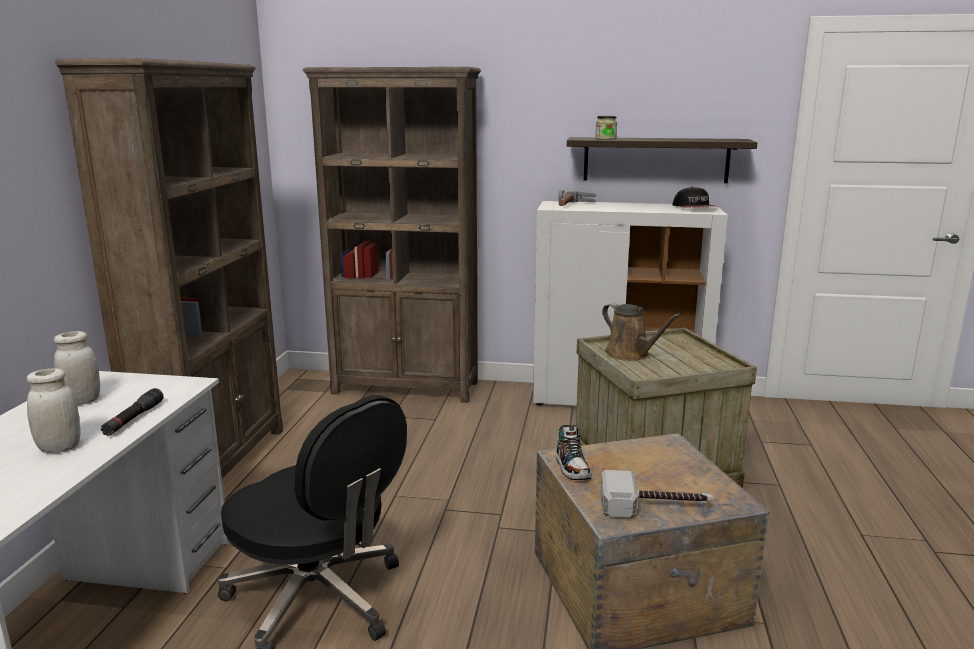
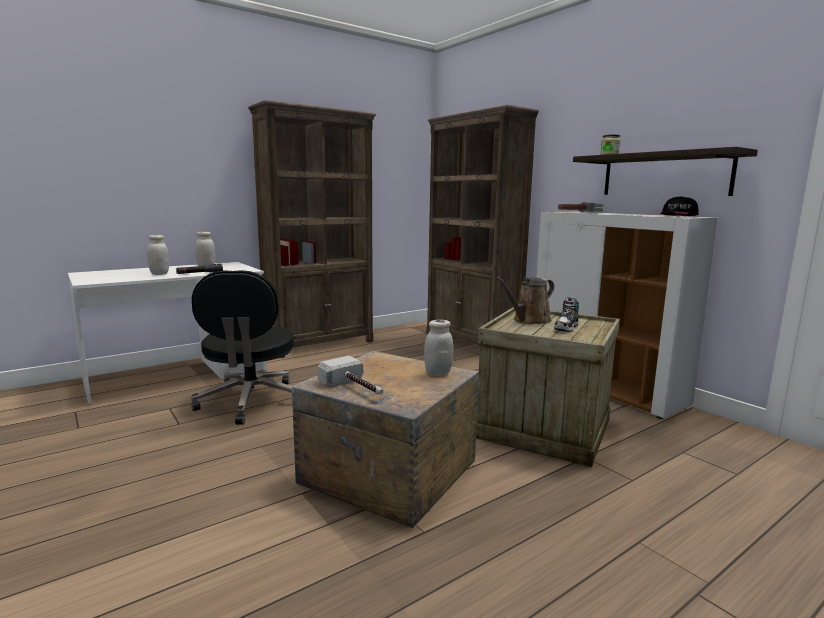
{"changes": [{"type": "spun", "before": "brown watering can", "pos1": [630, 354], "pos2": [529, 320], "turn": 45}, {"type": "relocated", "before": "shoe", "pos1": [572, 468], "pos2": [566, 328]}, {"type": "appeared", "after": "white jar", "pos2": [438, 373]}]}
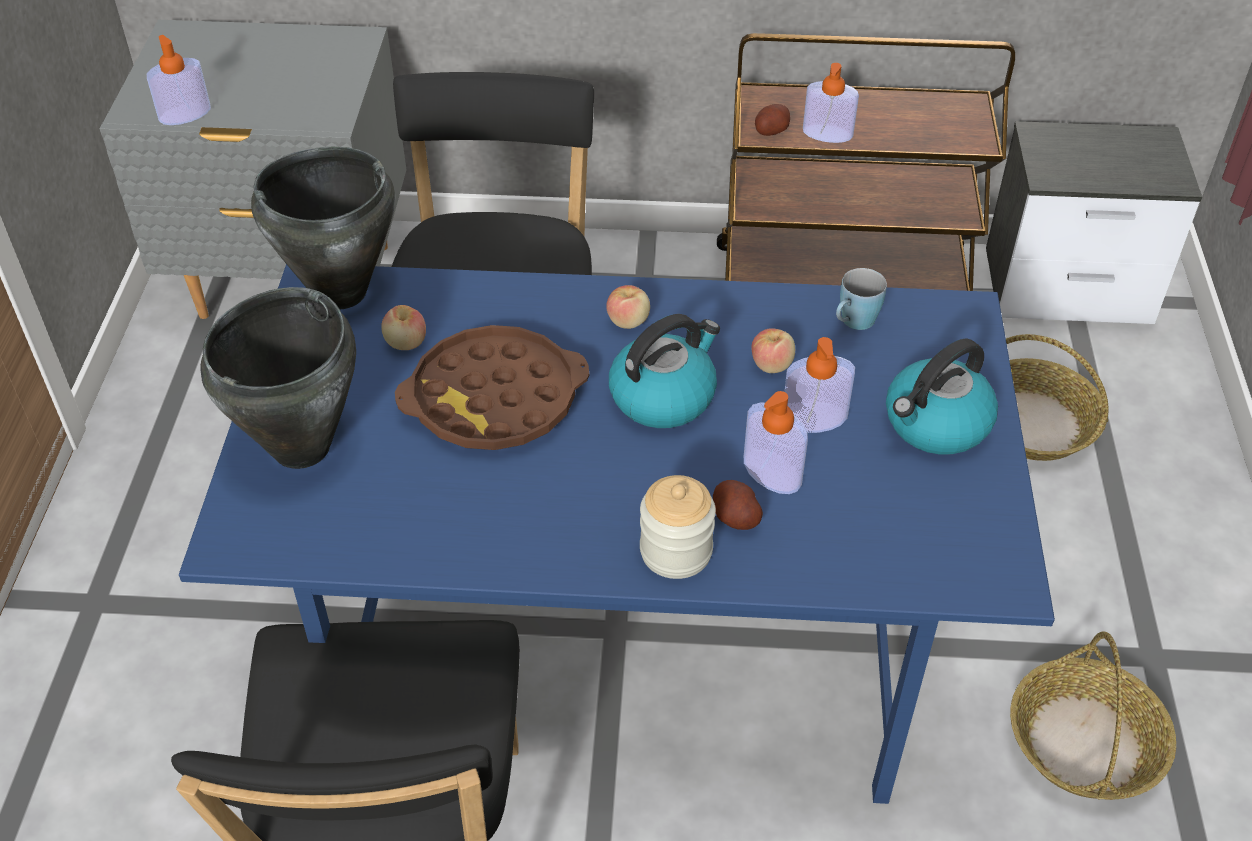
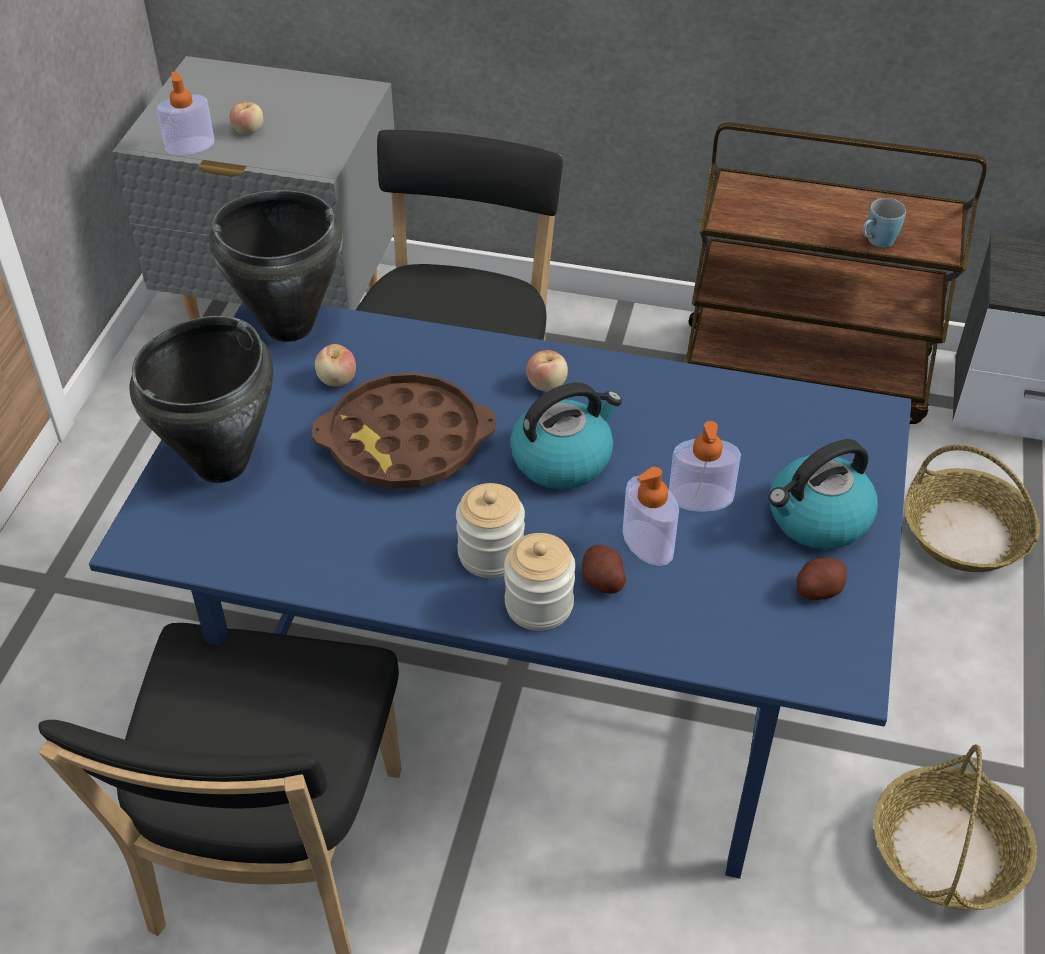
{"changes": [{"type": "missing", "before": "soap dispenser", "pos1": [827, 133]}, {"type": "relocated", "before": "potato", "pos1": [771, 131], "pos2": [818, 590]}, {"type": "relocated", "before": "blue mug", "pos1": [853, 323], "pos2": [876, 242]}, {"type": "relocated", "before": "apple", "pos1": [771, 365], "pos2": [249, 130]}, {"type": "appeared", "after": "jar", "pos2": [491, 554]}]}
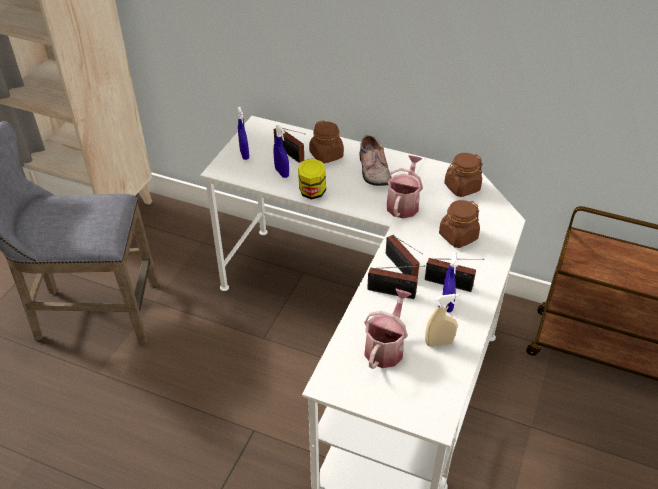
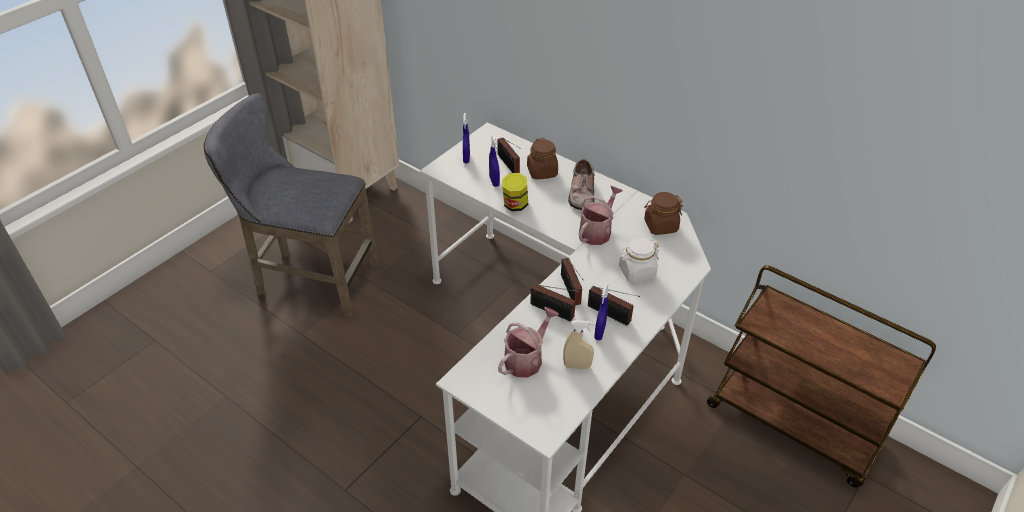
{"changes": [{"type": "colour", "before": "brown jar", "after": "white jar", "pos1": [458, 236], "pos2": [636, 272]}]}
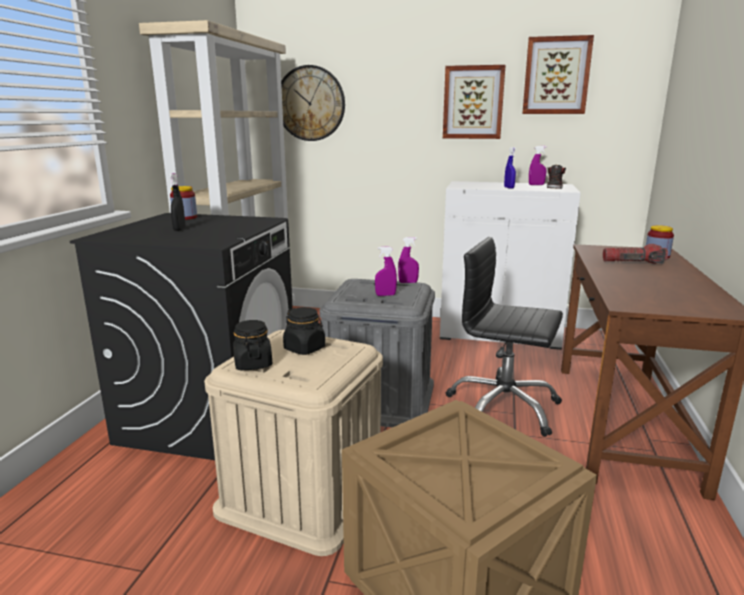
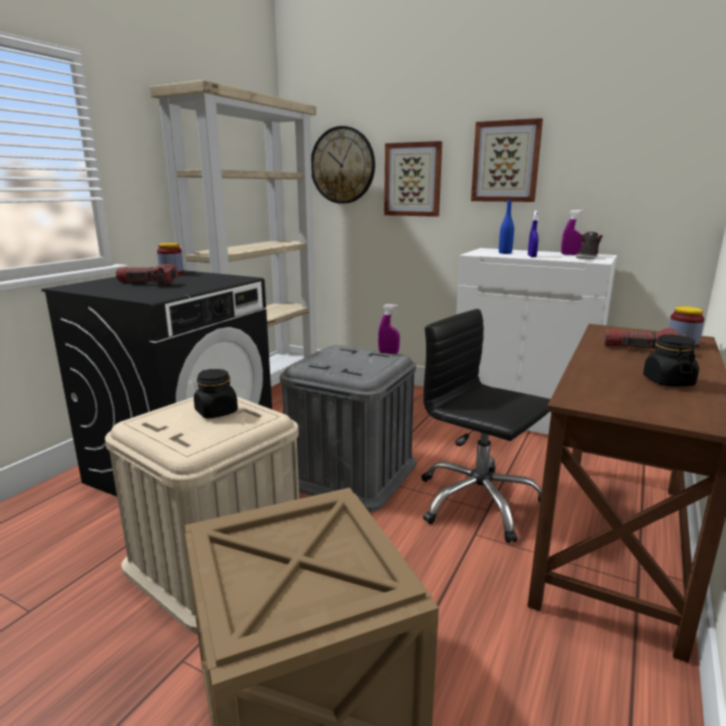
{"changes": [{"type": "relocated", "before": "picture", "pos1": [556, 76], "pos2": [413, 179]}, {"type": "exchanged", "before": "black spray bottle", "after": "flashlight", "pos1": [179, 229], "pos2": [147, 283]}, {"type": "missing", "before": "purple spray bottle", "pos1": [385, 295]}, {"type": "relocated", "before": "black jar", "pos1": [253, 364], "pos2": [668, 381]}, {"type": "appeared", "after": "blue bottle", "pos2": [505, 253]}]}
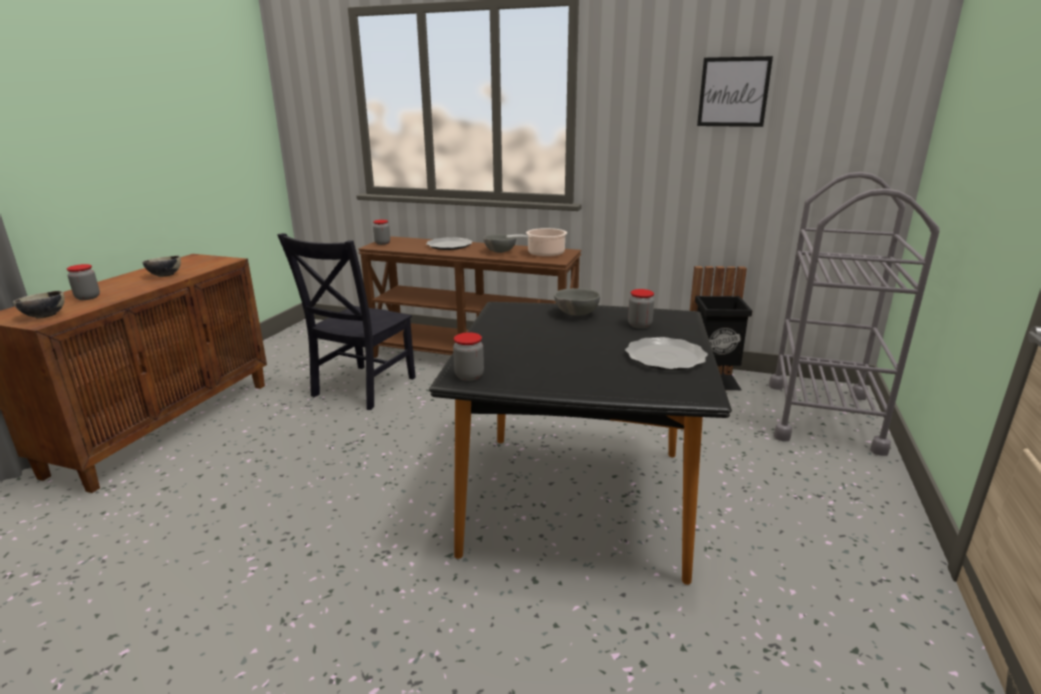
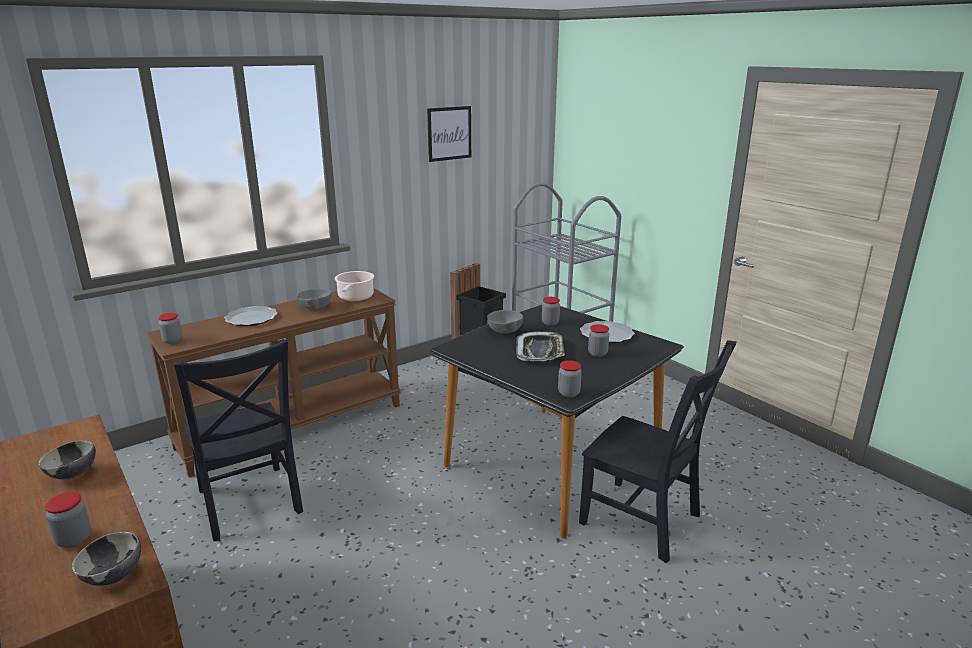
{"changes": [{"type": "appeared", "after": "jar", "pos2": [597, 353]}, {"type": "appeared", "after": "tray", "pos2": [540, 351]}, {"type": "appeared", "after": "black chair", "pos2": [644, 521]}]}
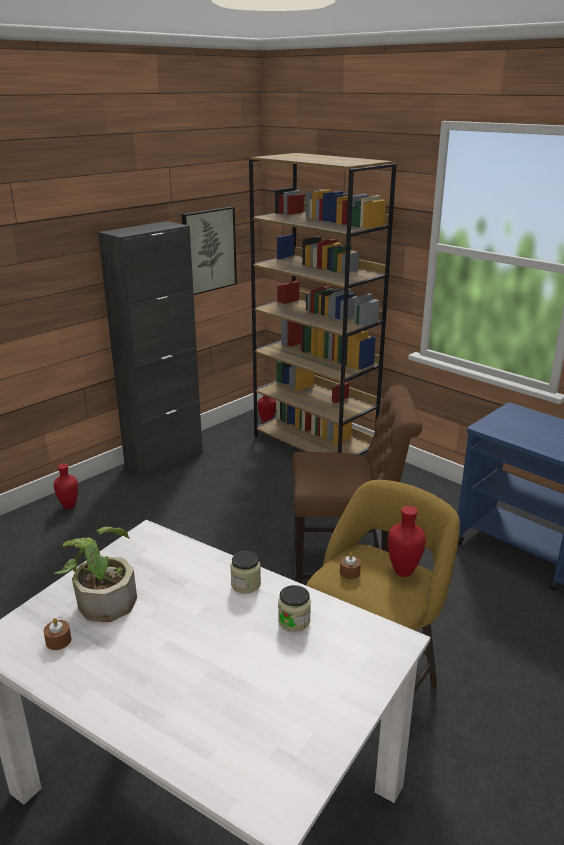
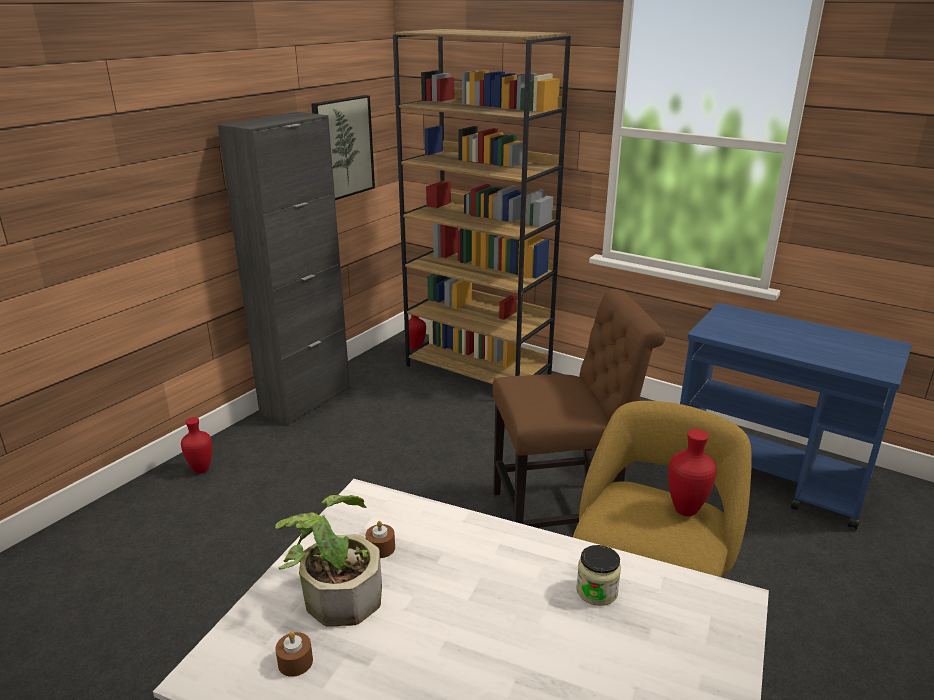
{"changes": [{"type": "missing", "before": "jar", "pos1": [245, 584]}, {"type": "relocated", "before": "brown candle", "pos1": [349, 572], "pos2": [381, 548]}]}
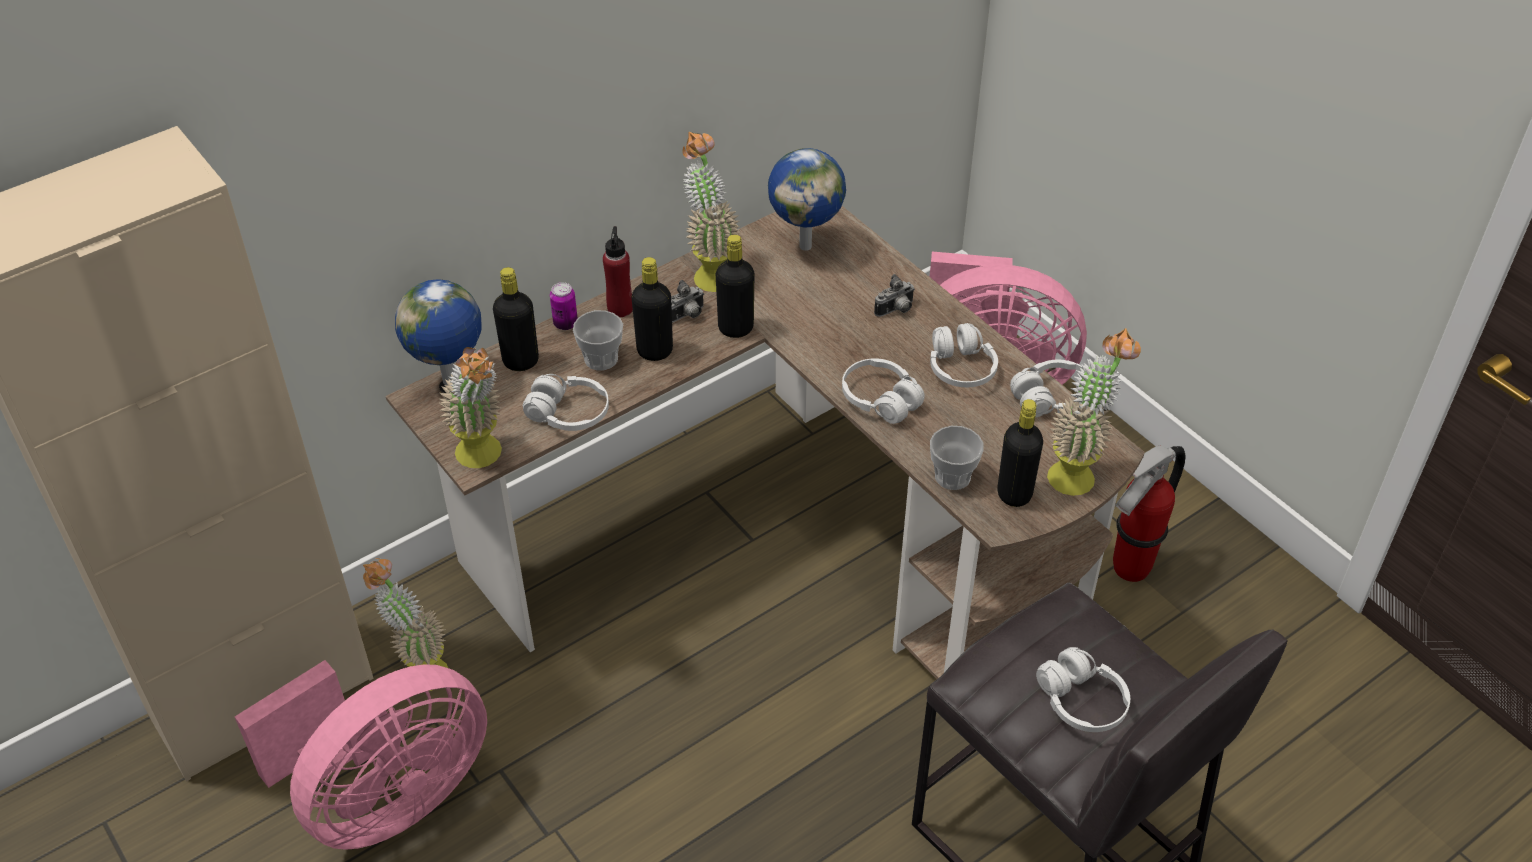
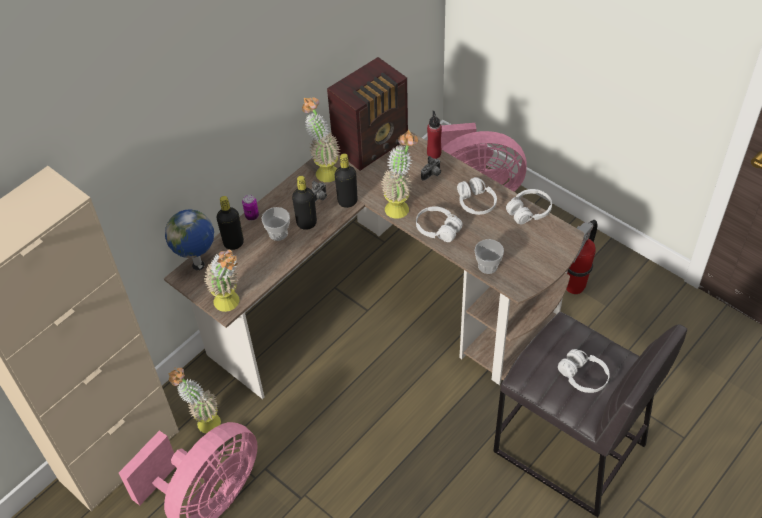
{"changes": [{"type": "exchanged", "before": "globe", "after": "radio", "pos1": [806, 245], "pos2": [372, 144]}, {"type": "relocated", "before": "red bottle", "pos1": [620, 308], "pos2": [434, 153]}, {"type": "relocated", "before": "potted plant", "pos1": [1078, 471], "pos2": [400, 205]}, {"type": "missing", "before": "white headphones", "pos1": [568, 414]}, {"type": "missing", "before": "black bottle", "pos1": [1014, 494]}]}
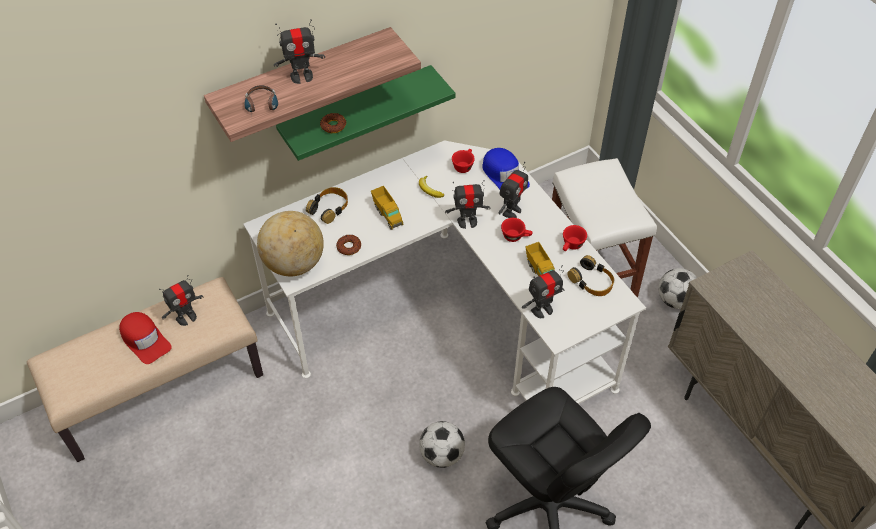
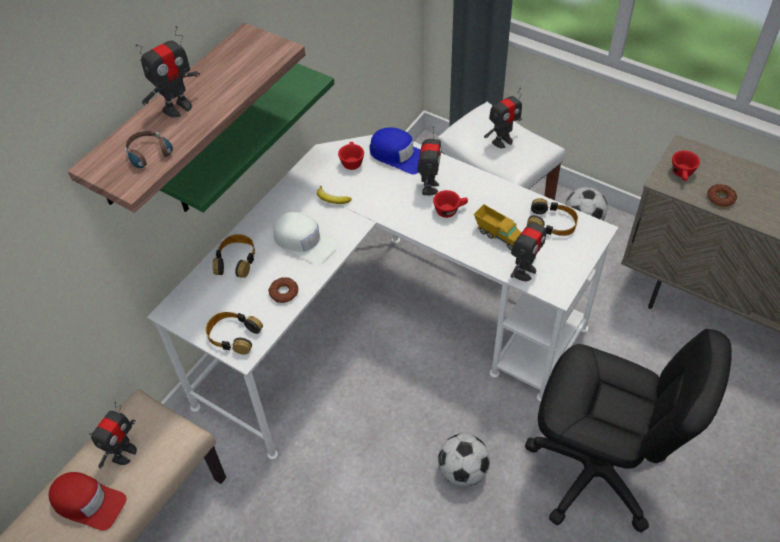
{"changes": [{"type": "relocated", "before": "donut", "pos1": [333, 125], "pos2": [720, 198]}, {"type": "relocated", "before": "toy robot", "pos1": [467, 222], "pos2": [502, 141]}, {"type": "exchanged", "before": "toy truck", "after": "white cap", "pos1": [387, 215], "pos2": [304, 242]}, {"type": "exchanged", "before": "globe", "after": "headphones", "pos1": [294, 263], "pos2": [233, 335]}, {"type": "relocated", "before": "red cup", "pos1": [571, 246], "pos2": [682, 174]}]}
